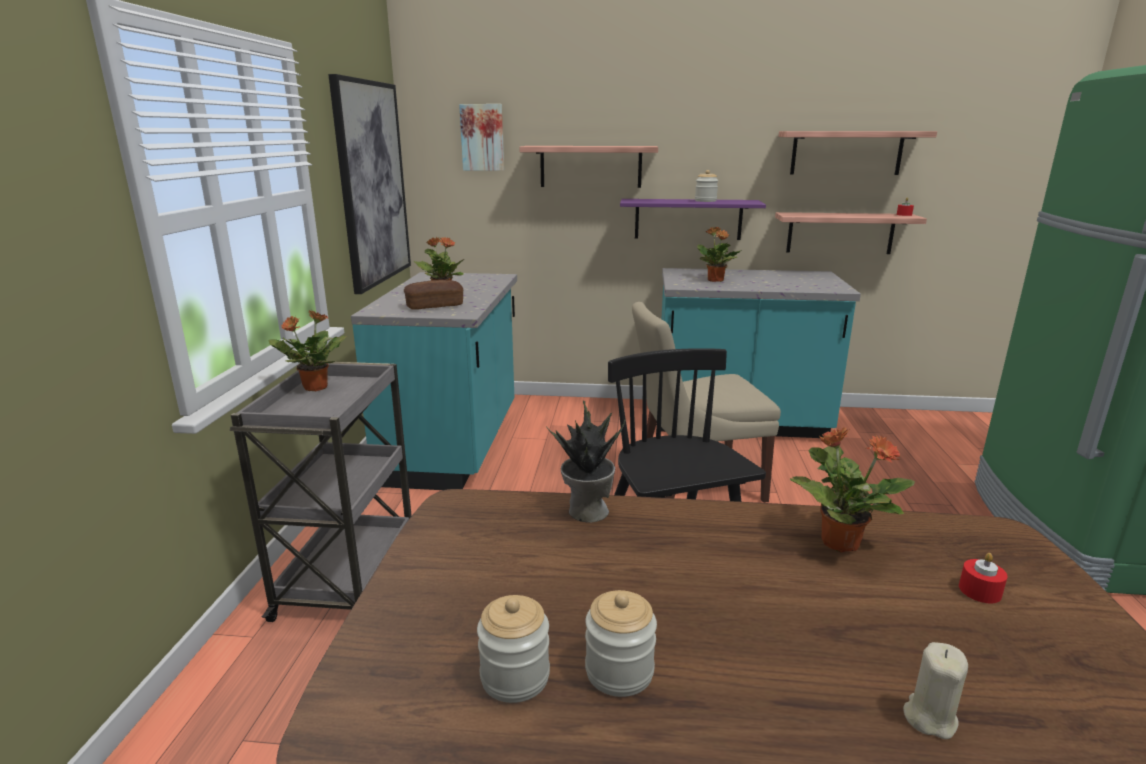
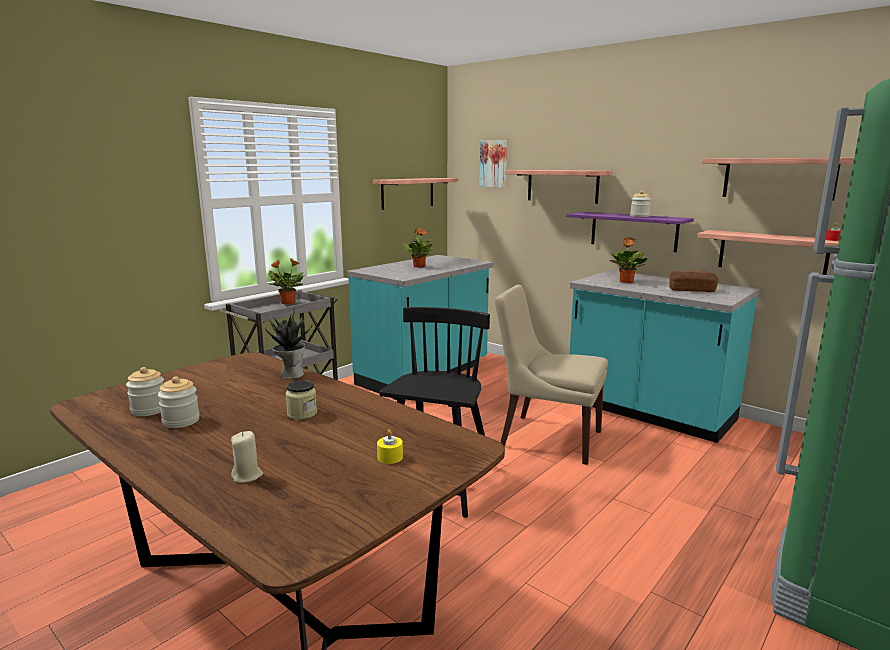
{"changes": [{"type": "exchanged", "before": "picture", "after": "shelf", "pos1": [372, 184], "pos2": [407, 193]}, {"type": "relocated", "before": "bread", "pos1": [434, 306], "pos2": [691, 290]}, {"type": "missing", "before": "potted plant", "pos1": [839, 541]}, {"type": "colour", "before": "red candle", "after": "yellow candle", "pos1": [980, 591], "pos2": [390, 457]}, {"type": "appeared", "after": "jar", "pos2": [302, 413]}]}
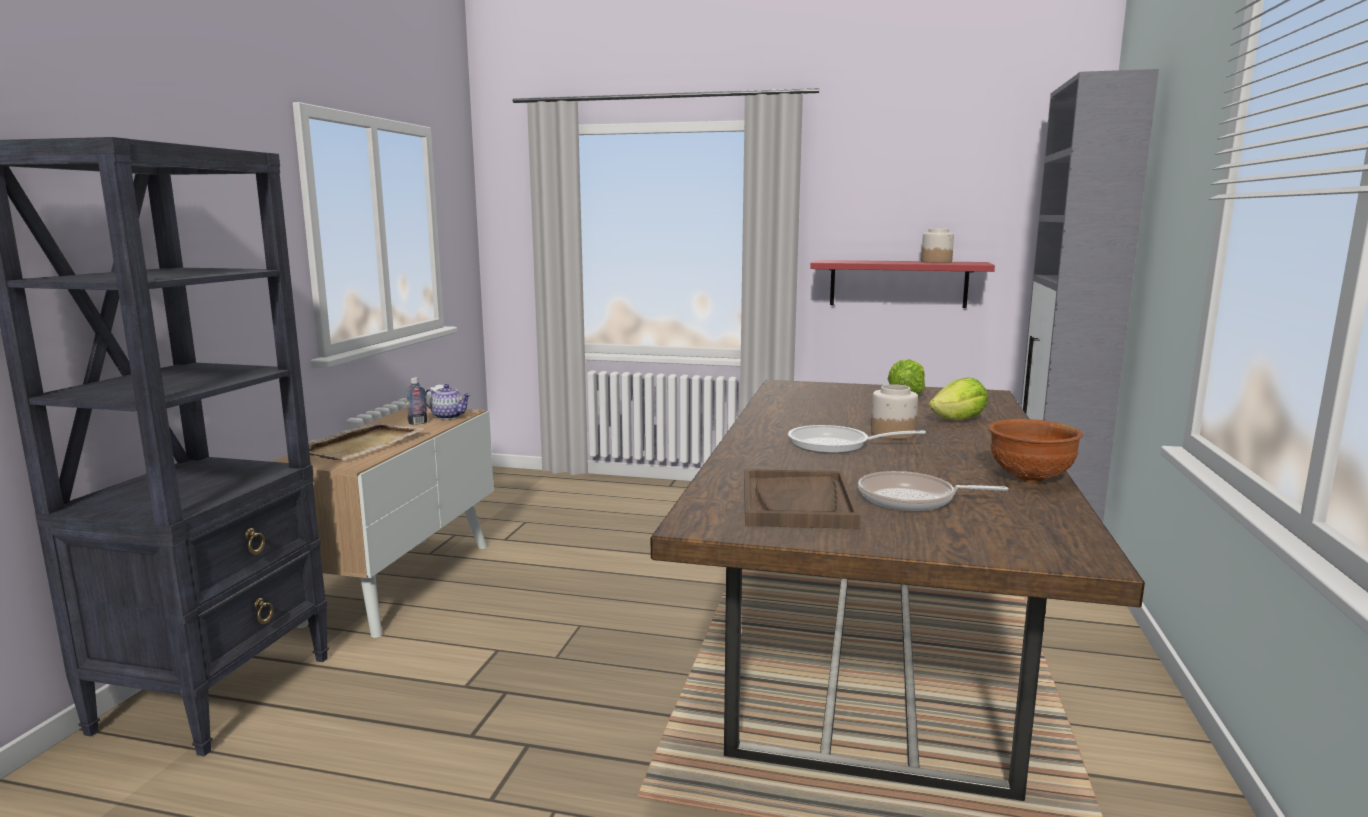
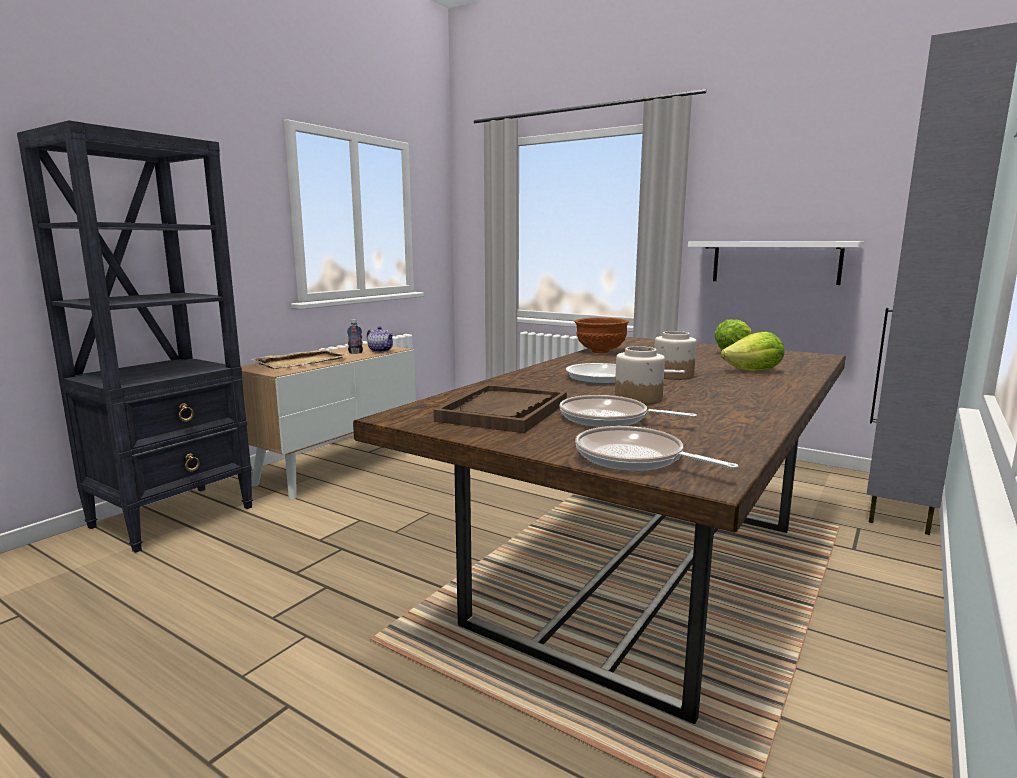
{"changes": [{"type": "relocated", "before": "jar", "pos1": [936, 262], "pos2": [638, 399]}, {"type": "colour", "before": "red shelf", "after": "white shelf", "pos1": [898, 283], "pos2": [775, 262]}, {"type": "relocated", "before": "brown bowl", "pos1": [1029, 478], "pos2": [600, 351]}, {"type": "appeared", "after": "frying pan", "pos2": [634, 458]}]}
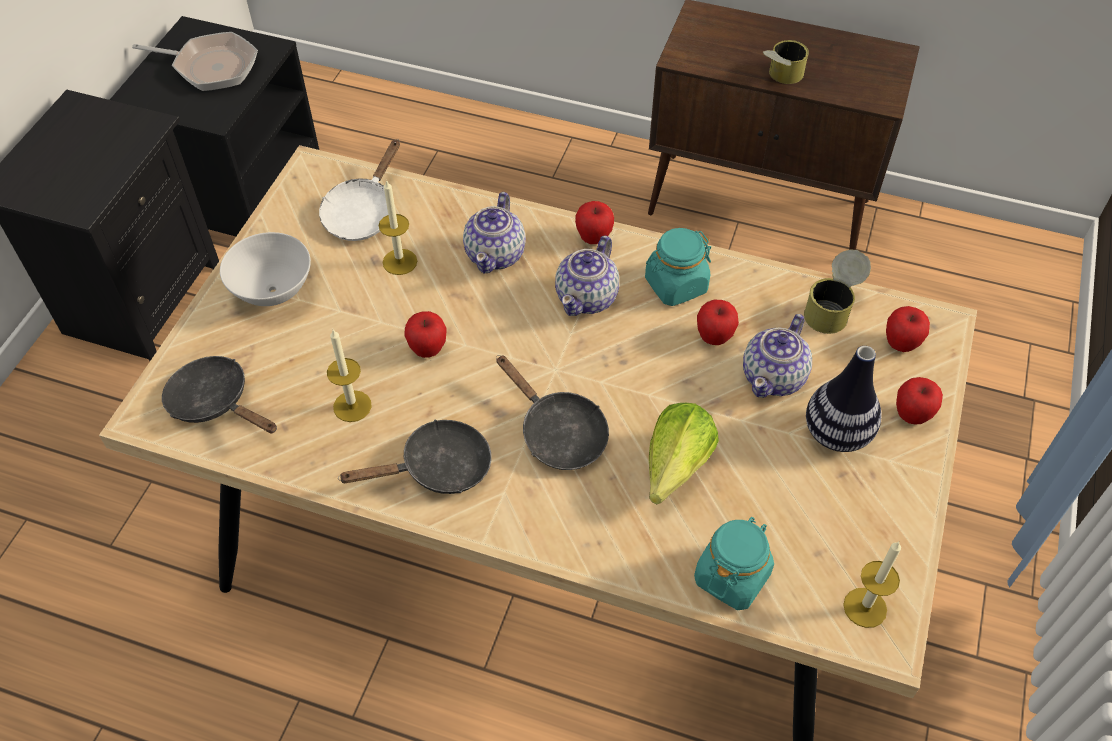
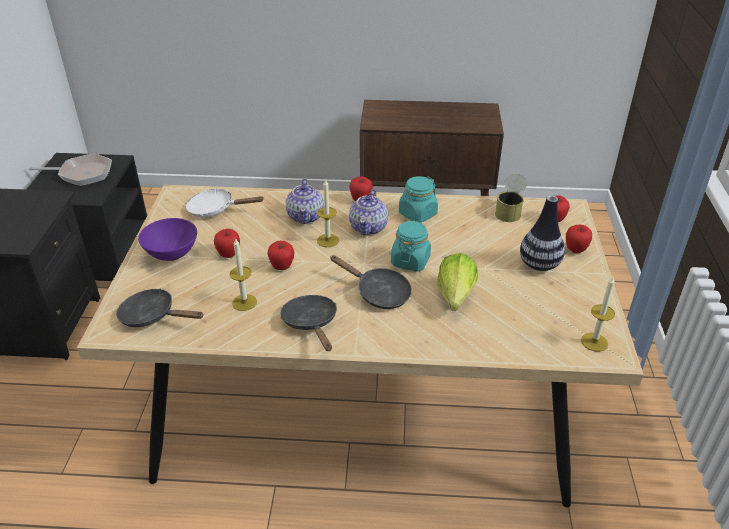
{"changes": [{"type": "missing", "before": "can", "pos1": [780, 78]}, {"type": "spun", "before": "white frying pan", "pos1": [362, 212], "pos2": [216, 209], "turn": 90}, {"type": "relocated", "before": "candle", "pos1": [400, 262], "pos2": [328, 240]}, {"type": "colour", "before": "white bowl", "after": "purple bowl", "pos1": [273, 293], "pos2": [172, 256]}, {"type": "relocated", "before": "apple", "pos1": [714, 337], "pos2": [229, 254]}, {"type": "missing", "before": "teapot", "pos1": [774, 377]}, {"type": "spun", "before": "black frying pan", "pos1": [438, 468], "pos2": [311, 323], "turn": -75}, {"type": "relocated", "before": "turquoise jar", "pos1": [732, 576], "pos2": [410, 261]}]}
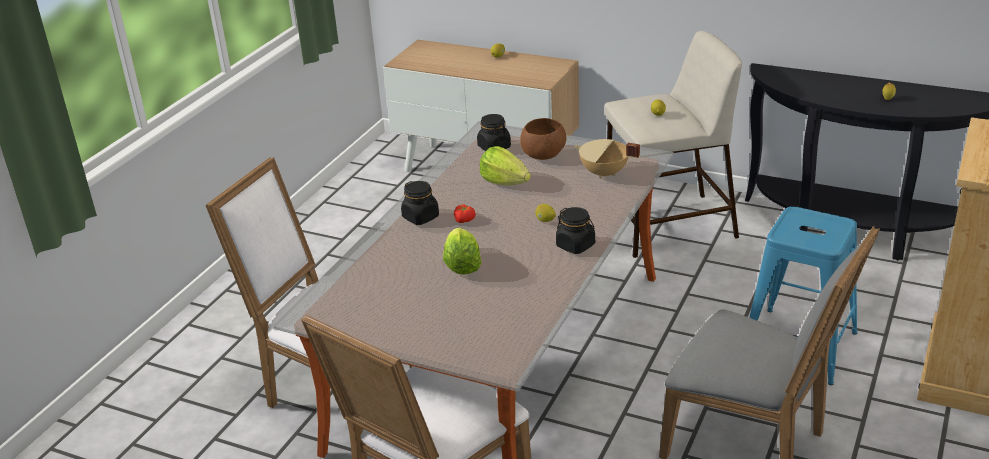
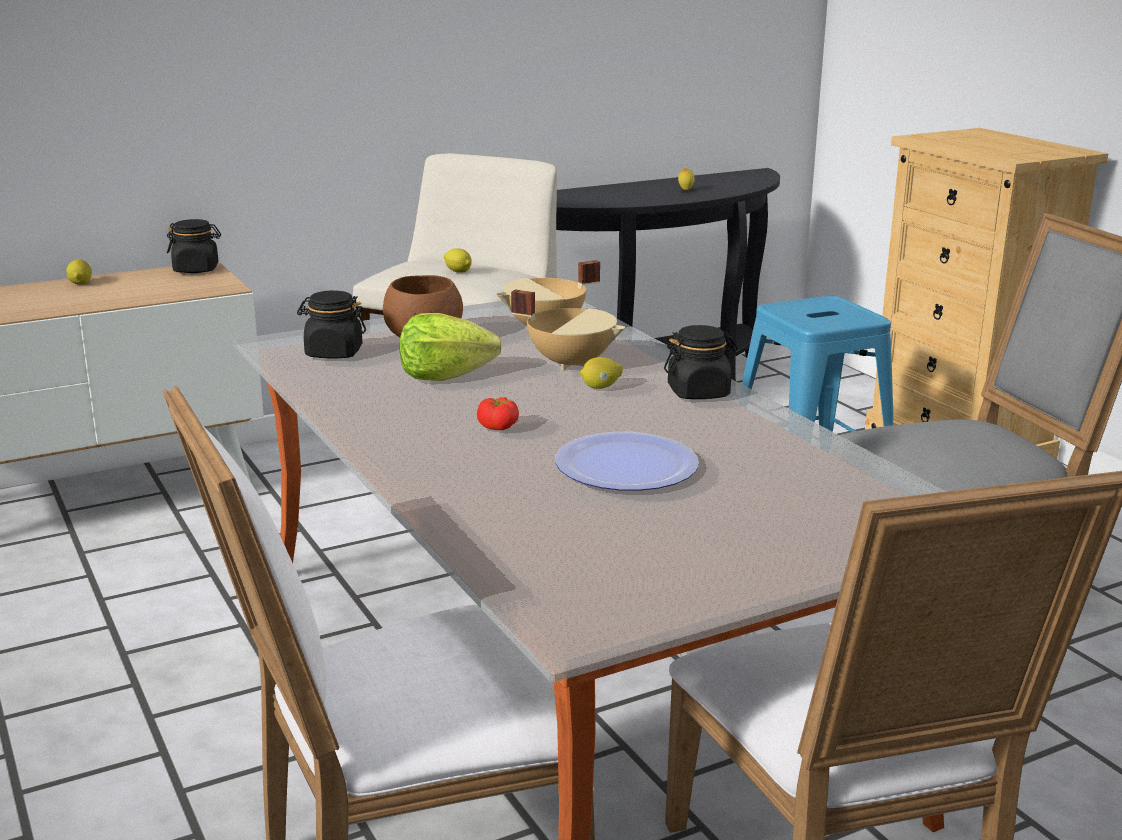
{"changes": [{"type": "relocated", "before": "black jar", "pos1": [421, 217], "pos2": [196, 269]}, {"type": "exchanged", "before": "lettuce", "after": "plate", "pos1": [462, 265], "pos2": [626, 466]}, {"type": "appeared", "after": "beige cooking pot", "pos2": [571, 363]}]}
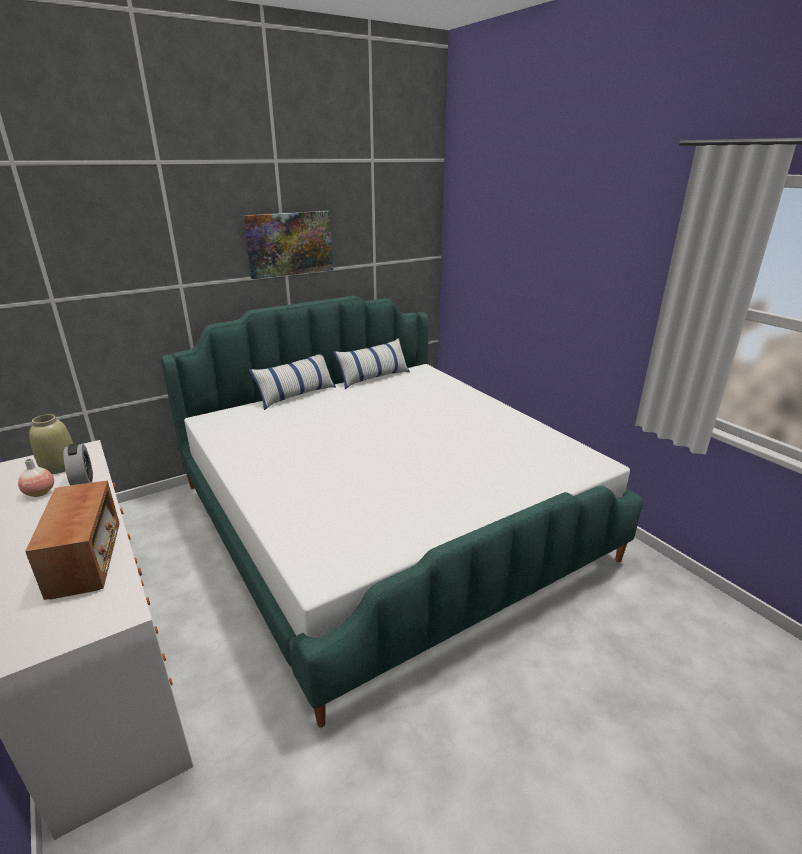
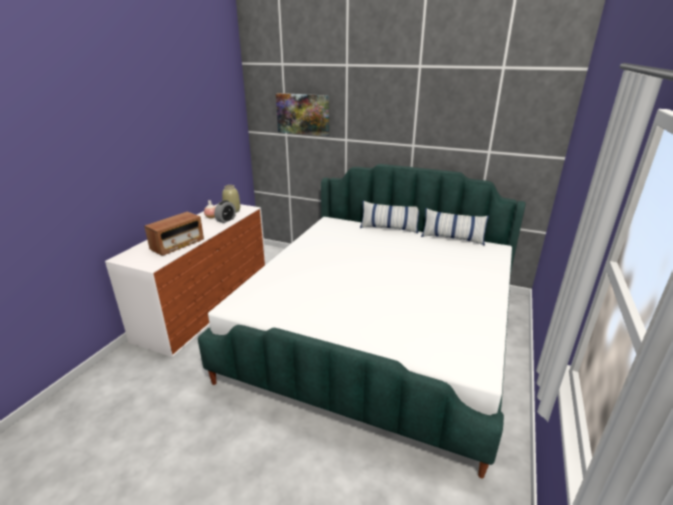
{"changes": [{"type": "relocated", "before": "picture", "pos1": [289, 243], "pos2": [303, 114]}]}
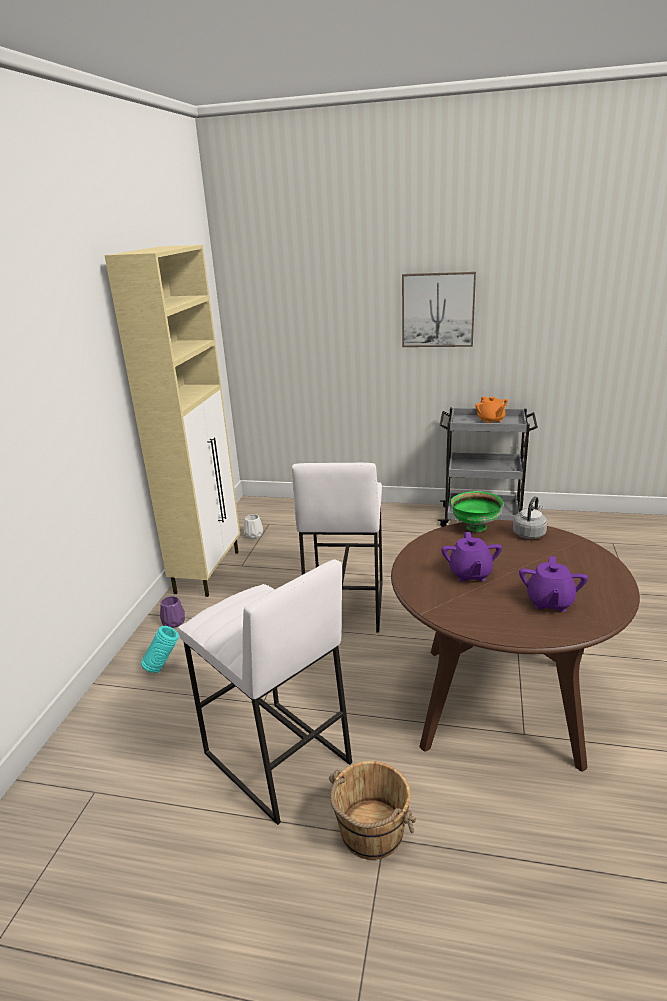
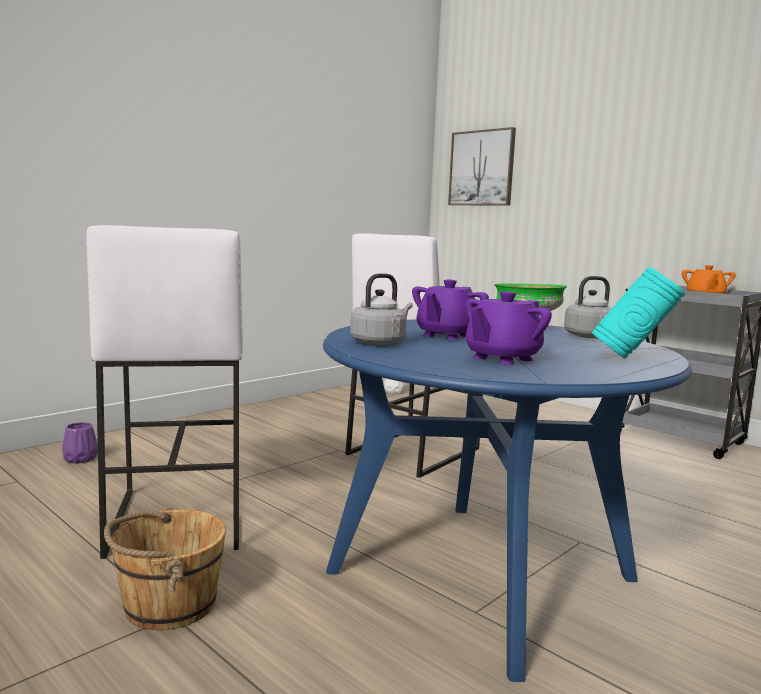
{"changes": [{"type": "missing", "before": "beige cabinet", "pos1": [208, 571]}, {"type": "relocated", "before": "picture", "pos1": [438, 310], "pos2": [481, 168]}, {"type": "colour", "before": "brown dining table", "after": "blue dining table", "pos1": [499, 703], "pos2": [482, 574]}, {"type": "relocated", "before": "purple vase", "pos1": [174, 623], "pos2": [79, 459]}, {"type": "relocated", "before": "turquoise vase", "pos1": [163, 667], "pos2": [632, 359]}, {"type": "appeared", "after": "grey kettle", "pos2": [380, 342]}]}
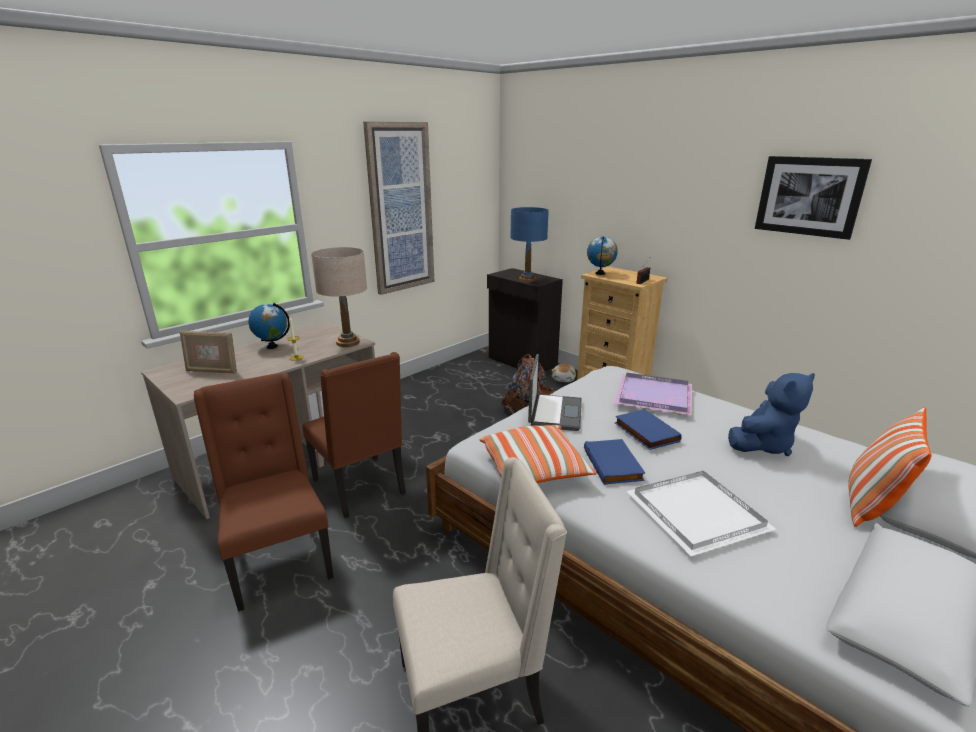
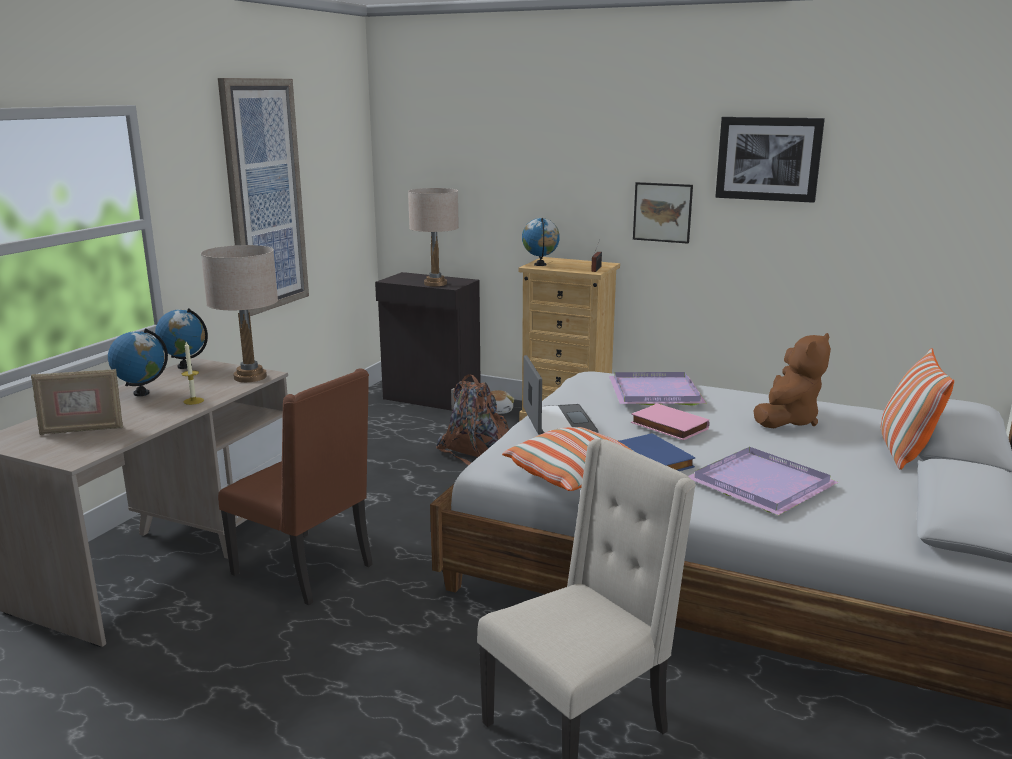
{"changes": [{"type": "colour", "before": "blue table lamp", "after": "beige table lamp", "pos1": [527, 280], "pos2": [435, 284]}, {"type": "missing", "before": "brown chair", "pos1": [279, 561]}, {"type": "colour", "before": "blue plush toy", "after": "brown plush toy", "pos1": [763, 445], "pos2": [787, 420]}, {"type": "colour", "before": "blue book", "after": "pink book", "pos1": [645, 432], "pos2": [667, 426]}, {"type": "colour", "before": "white tray", "after": "purple tray", "pos1": [696, 515], "pos2": [761, 485]}, {"type": "appeared", "after": "picture", "pos2": [662, 212]}, {"type": "appeared", "after": "globe", "pos2": [185, 366]}]}
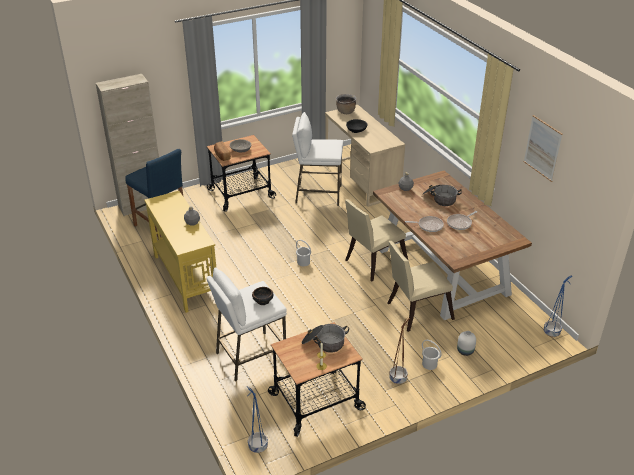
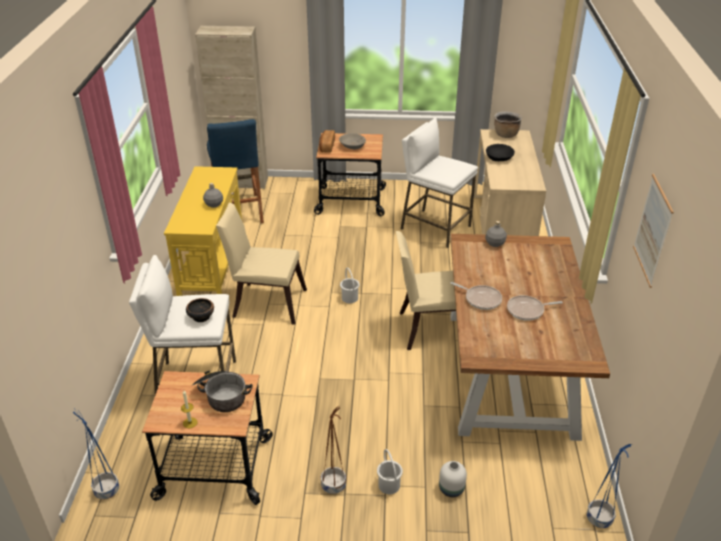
{"changes": [{"type": "missing", "before": "cooking pot", "pos1": [440, 199]}, {"type": "relocated", "before": "beige chair", "pos1": [415, 311], "pos2": [265, 302]}]}
